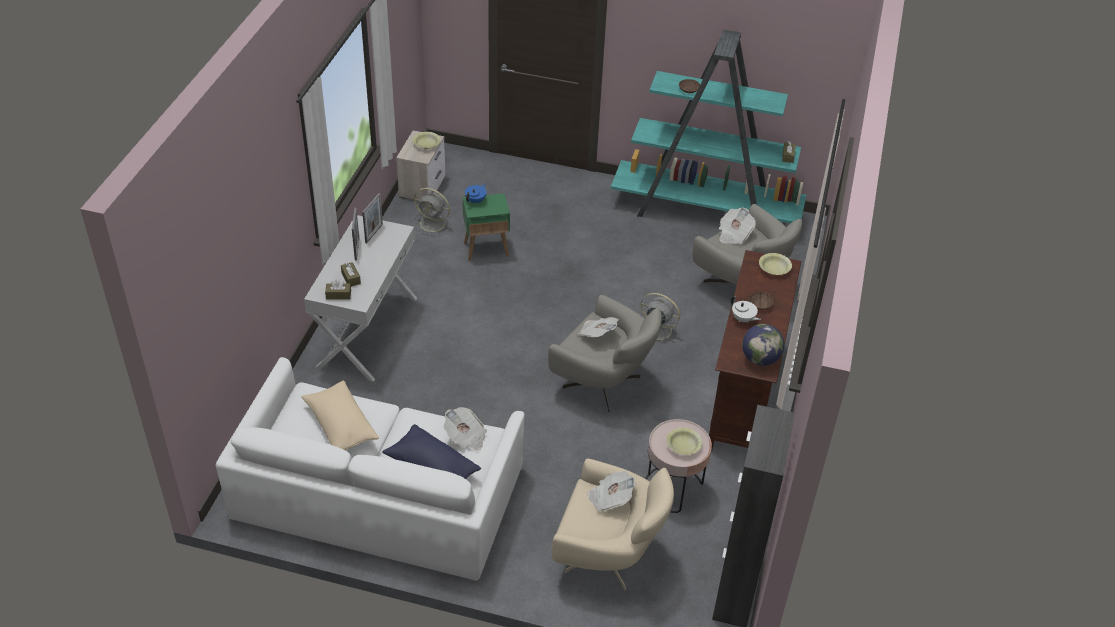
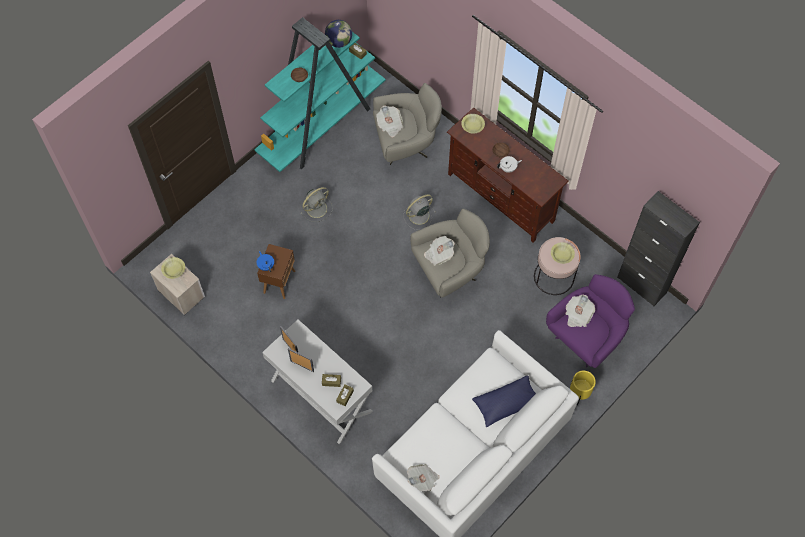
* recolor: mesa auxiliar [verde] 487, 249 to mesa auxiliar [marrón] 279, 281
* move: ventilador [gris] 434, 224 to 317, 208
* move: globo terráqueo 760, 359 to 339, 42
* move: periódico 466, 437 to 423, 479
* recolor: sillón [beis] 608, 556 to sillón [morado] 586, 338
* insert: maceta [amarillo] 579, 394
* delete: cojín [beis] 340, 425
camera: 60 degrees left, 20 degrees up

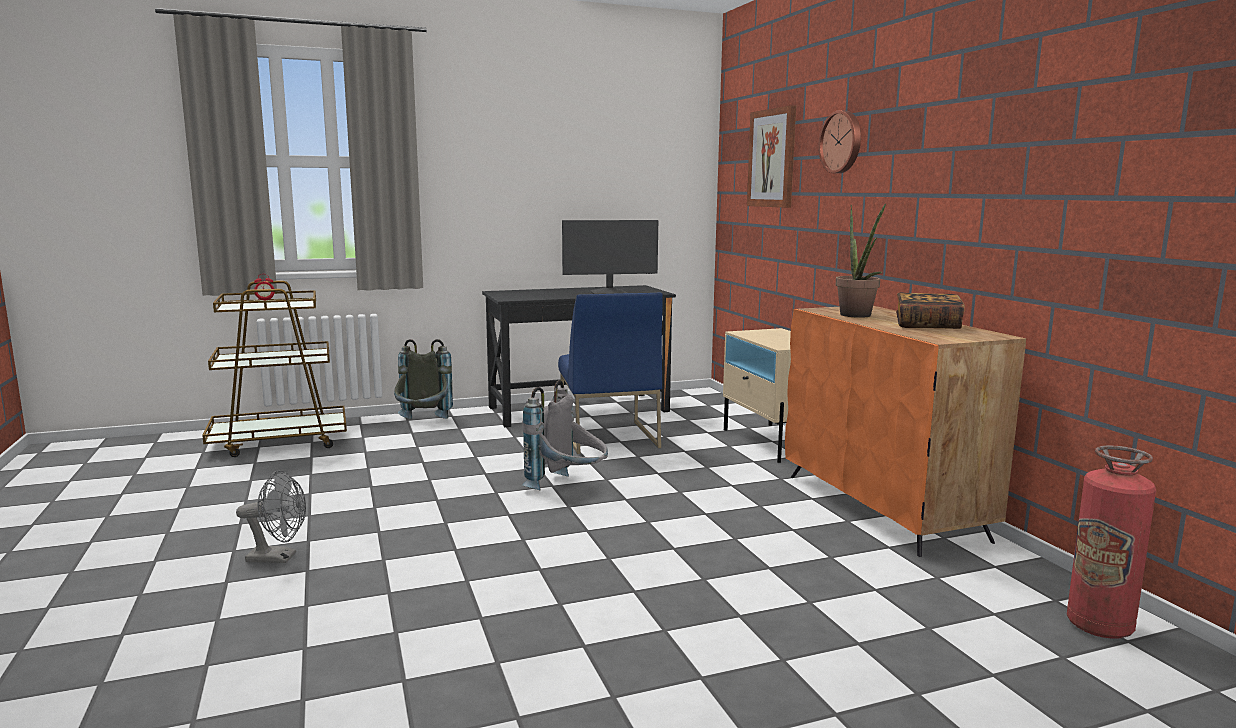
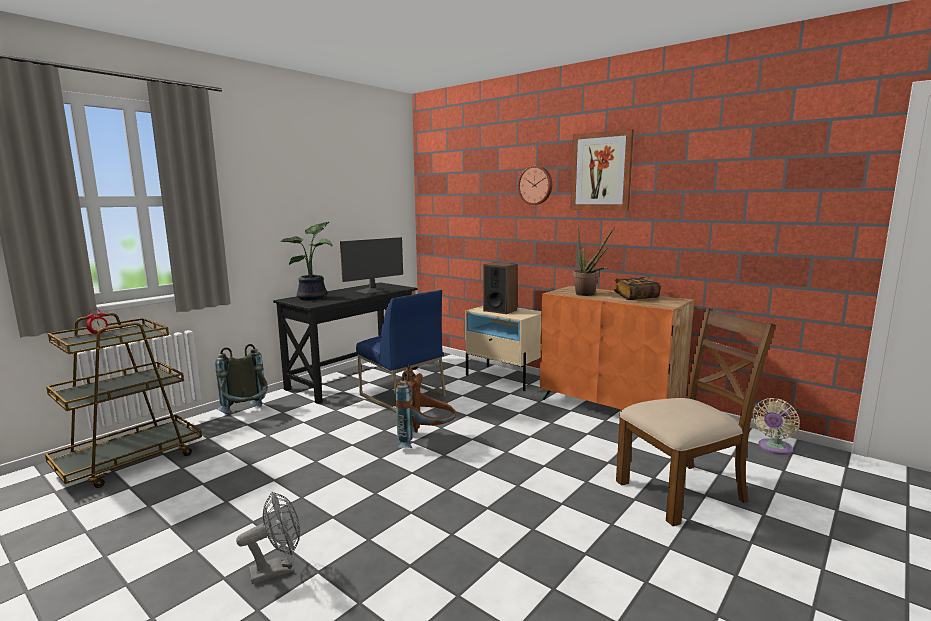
* insert: planta en maceta 314, 298
* recolor: mochila [gris] 568, 488 to mochila [marrón] 426, 441
* insert: altavoz 500, 310
* move: cuadro 772, 158 to 601, 171
* insert: silla [marrón] 682, 491
* replace: extintor 1099, 626 to ventilador [beis] 774, 448
camera: 30 degrees left, 0 degrees up

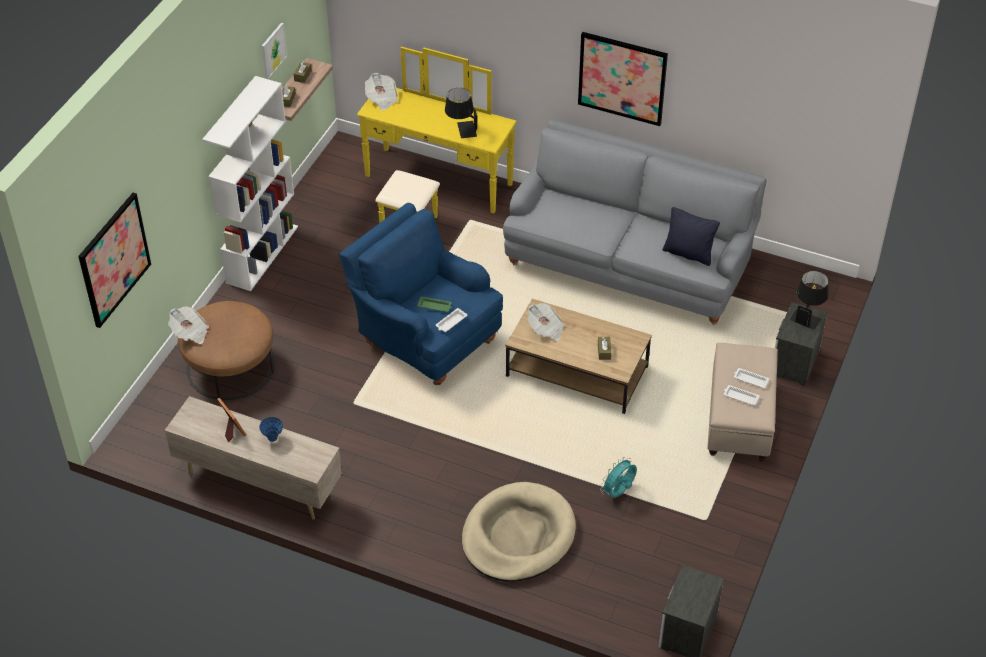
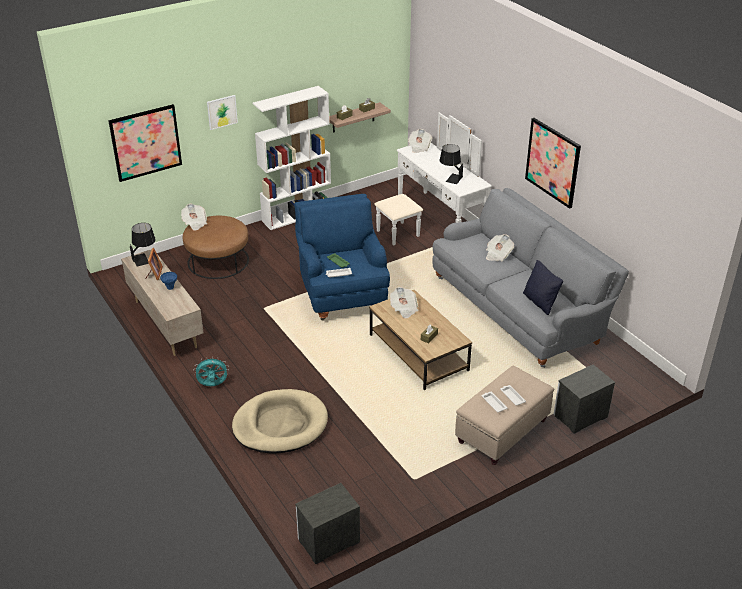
* move: lámpara de mesa [negro] 807, 315 to 145, 258
* move: ventilador [turquesa] 619, 493 to 212, 385
* move: cuadro 273, 50 to 222, 112
* recolor: cómoda [amarillo] 432, 190 to cómoda [blanco] 431, 222
* insert: periódico 498, 254
camera: 35 degrees right, 10 degrees down

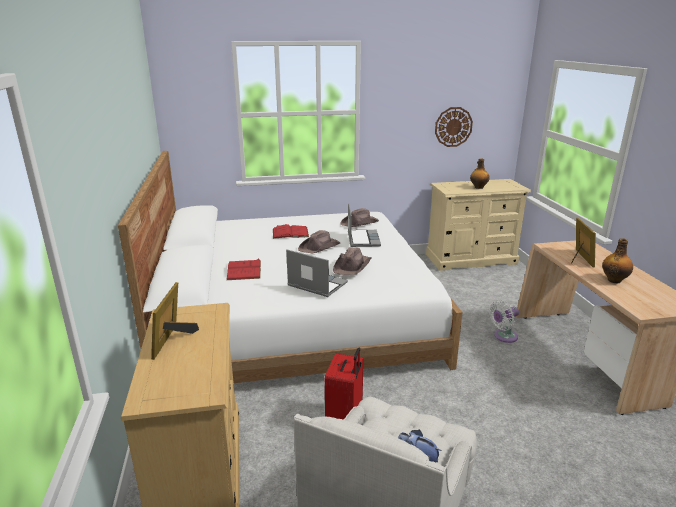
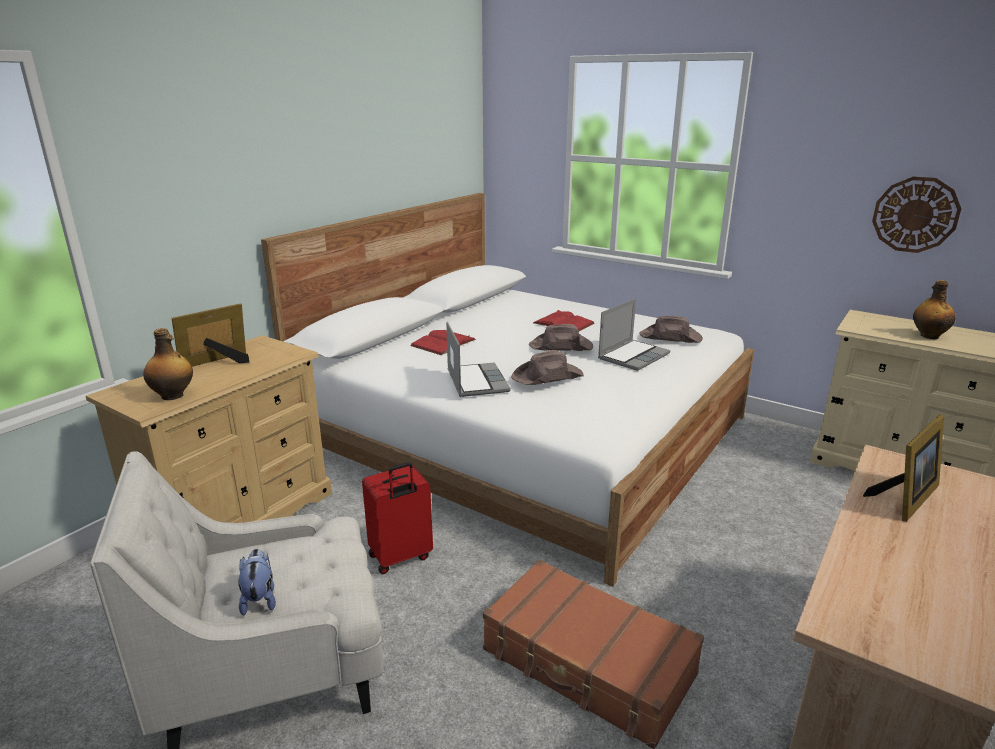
* move: botella 614, 280 to 173, 396
* insert: maleta [marrón] 587, 664
* delete: ventilador [blanco] 503, 337
camera: 45 degrees right, 0 degrees up

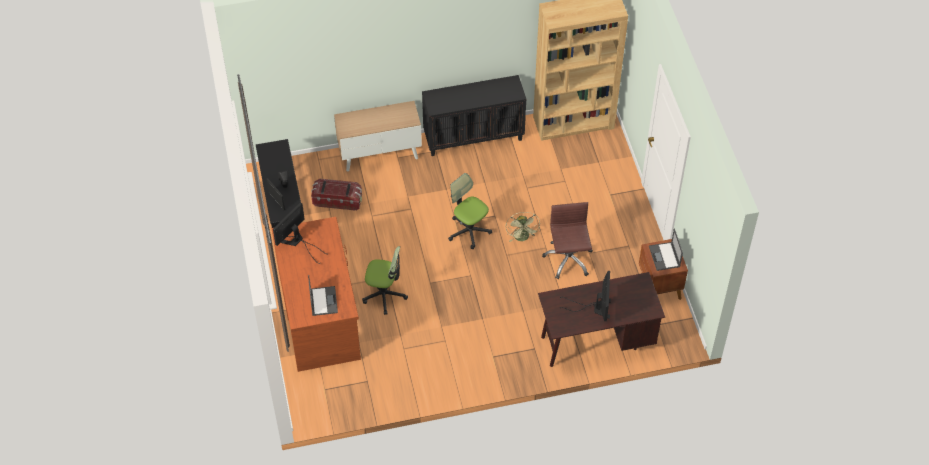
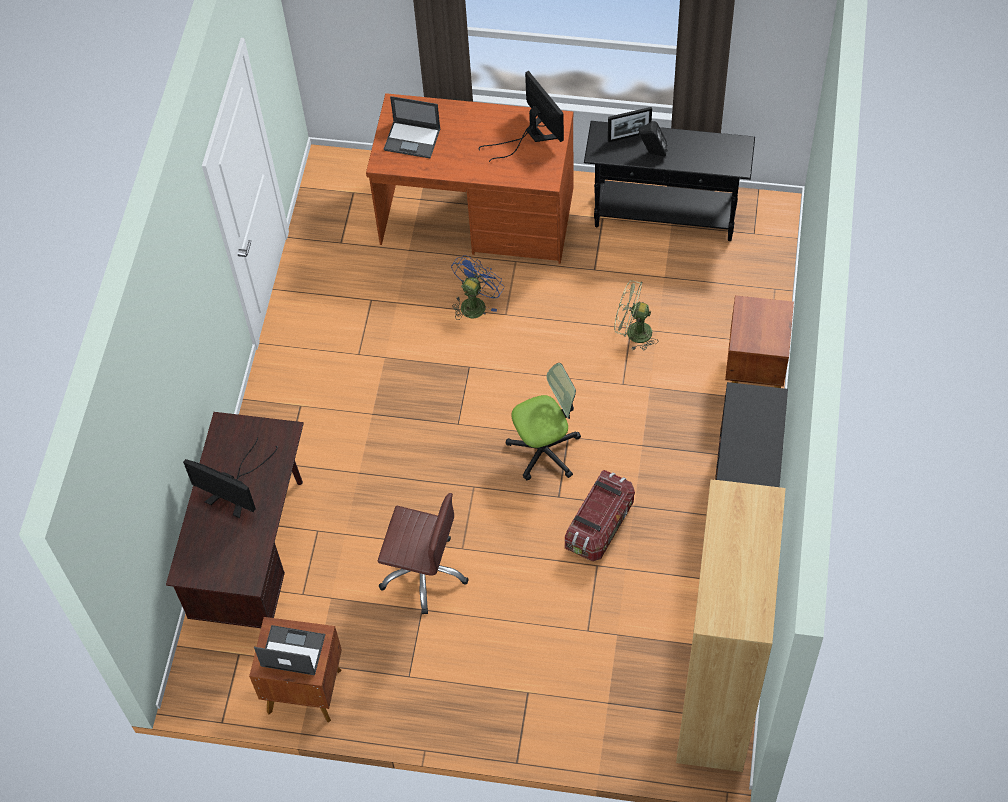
* replace: silla de oficina 384, 294 to ventilador [azul] 475, 303
* move: caja de almacenaje 337, 200 to 600, 525
* move: ventilador [verde] 522, 238 to 633, 332
* replace: armario 380, 153 to mesita de noche [marrón] 755, 374
camera: 115 degrees right, 5 degrees up

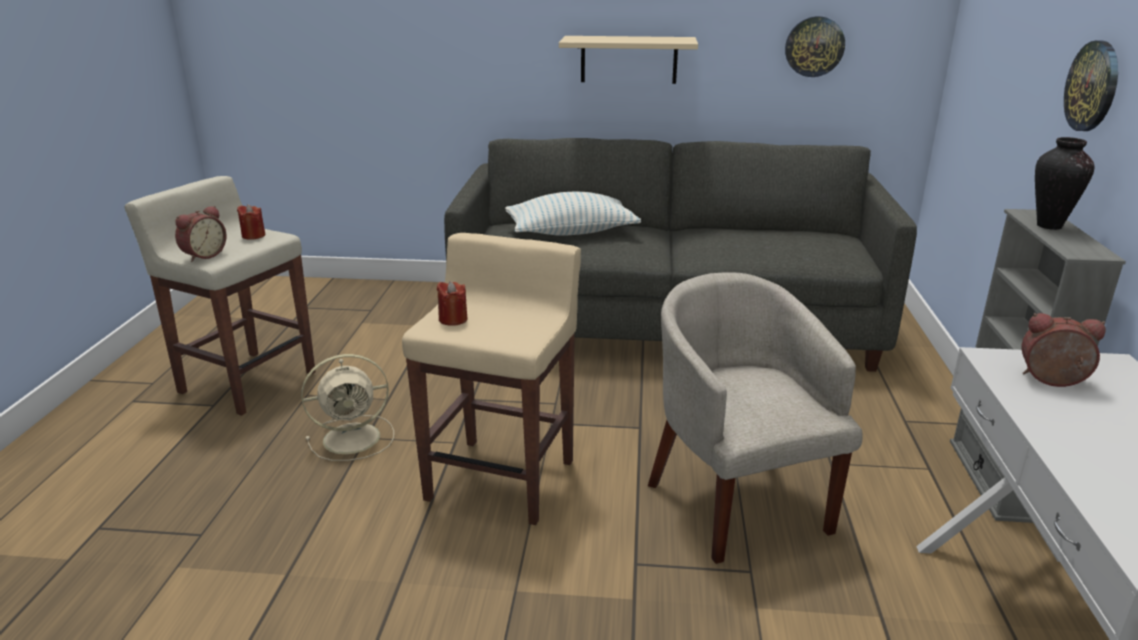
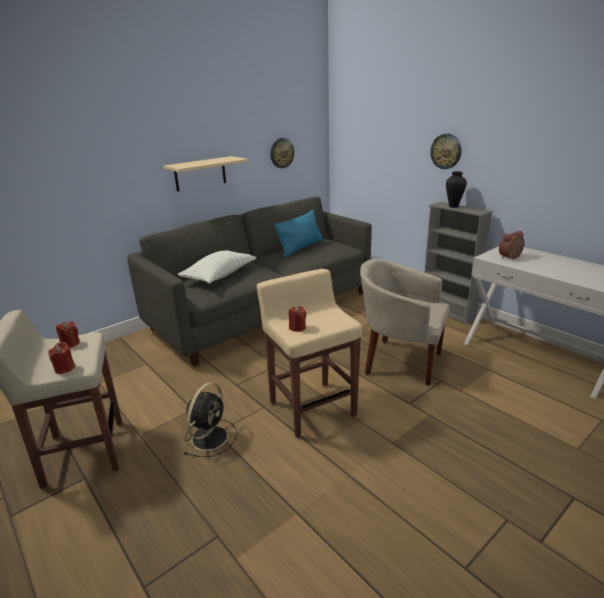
* replace: despertador 203, 255 to vela [rojo] 64, 368
* recolor: ventilador [beis] 354, 438 to ventilador [negro] 210, 436
* insert: cojín [azul] 301, 247
camera: 45 degrees left, 0 degrees up

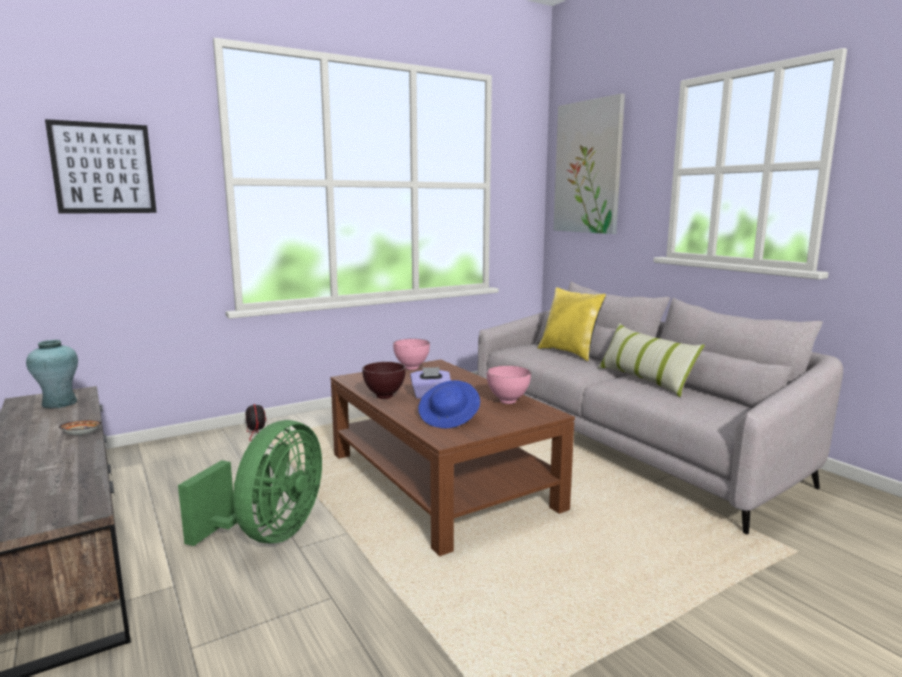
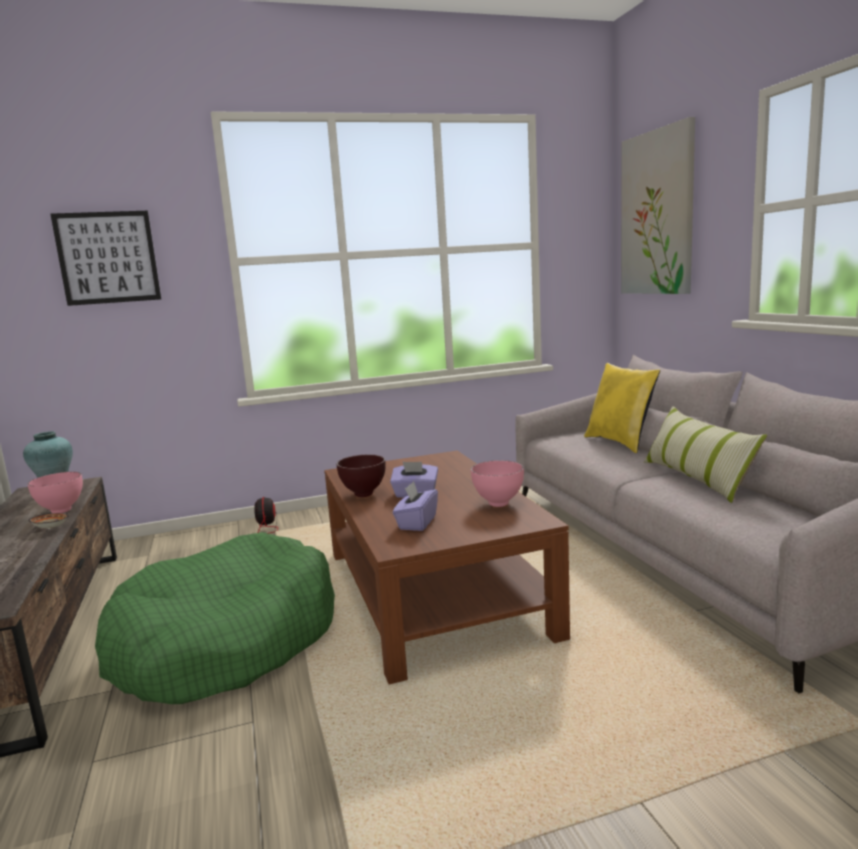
* move: cuenco [rosa] 411, 368 to 60, 511
* replace: ventilador [verde] 269, 534 to cama para perro [verde] 226, 641
* replace: sombrero [azul] 449, 418 to caja de pañuelos [morado] 417, 523
camera: 15 degrees right, 0 degrees up

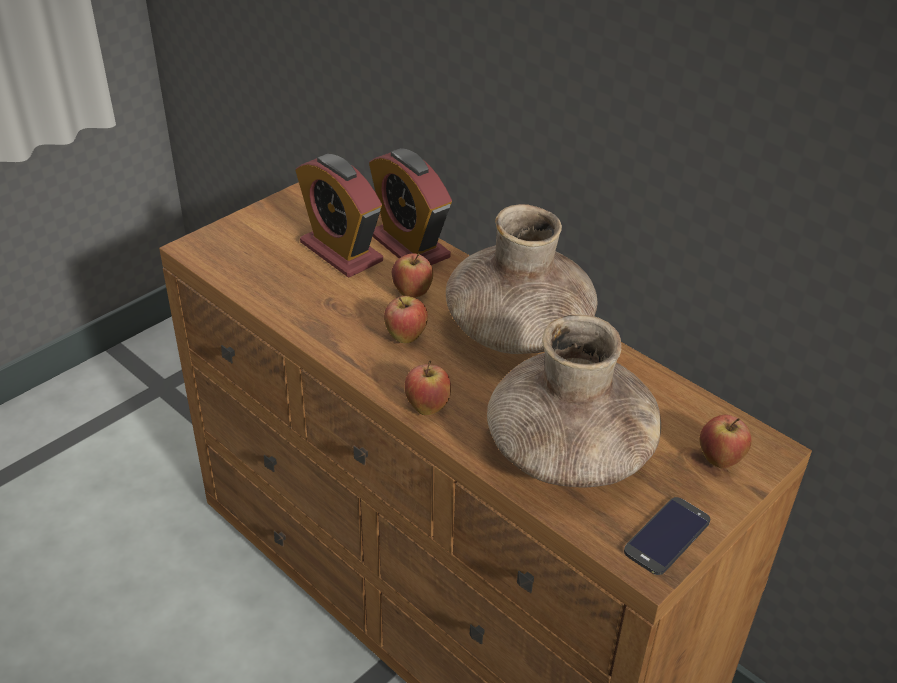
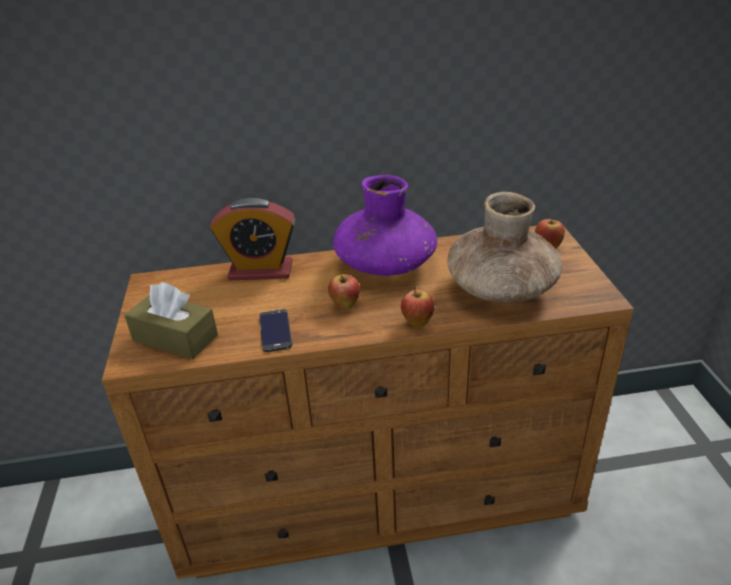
* insert: caja de pañuelos [marrón] 175, 338
* move: móvil 667, 536 to 275, 331
* recolor: florero [marrón] 518, 330 to florero [morado] 385, 264
* delete: despertador 341, 252
* delete: manzana 412, 294
camera: 50 degrees left, 5 degrees down

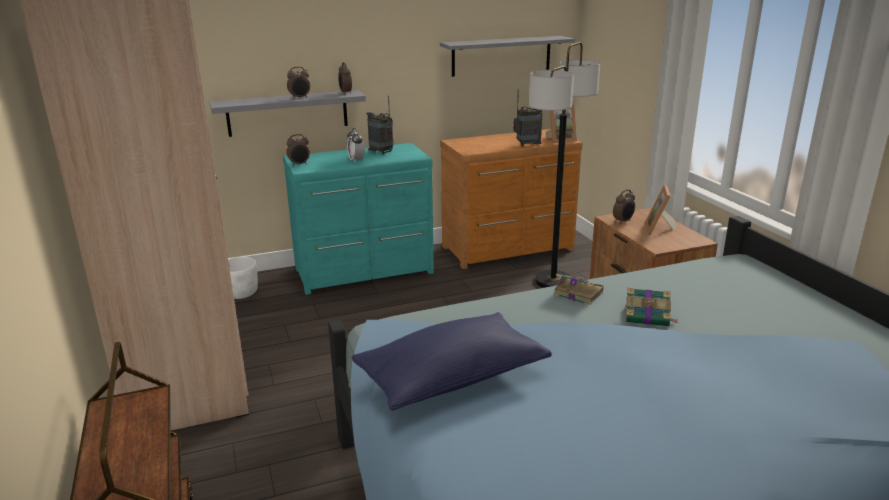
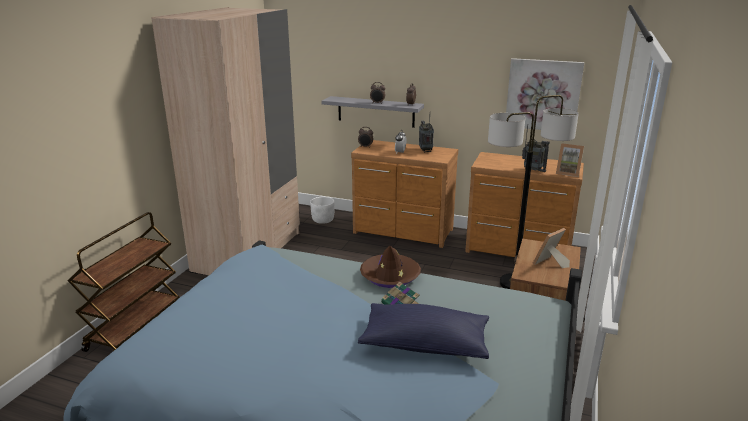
* recolor: cómoda [turquesa] 365, 272 to cómoda [marrón] 403, 232
* move: cojín [azul] 451, 378 to 425, 344
* replace: libro 577, 293 to sombrero [marrón] 390, 276
* replace: estante [gris] 501, 56 to cuadro 543, 95
* delete: despertador 623, 221
camera: 40 degrees right, 0 degrees up

